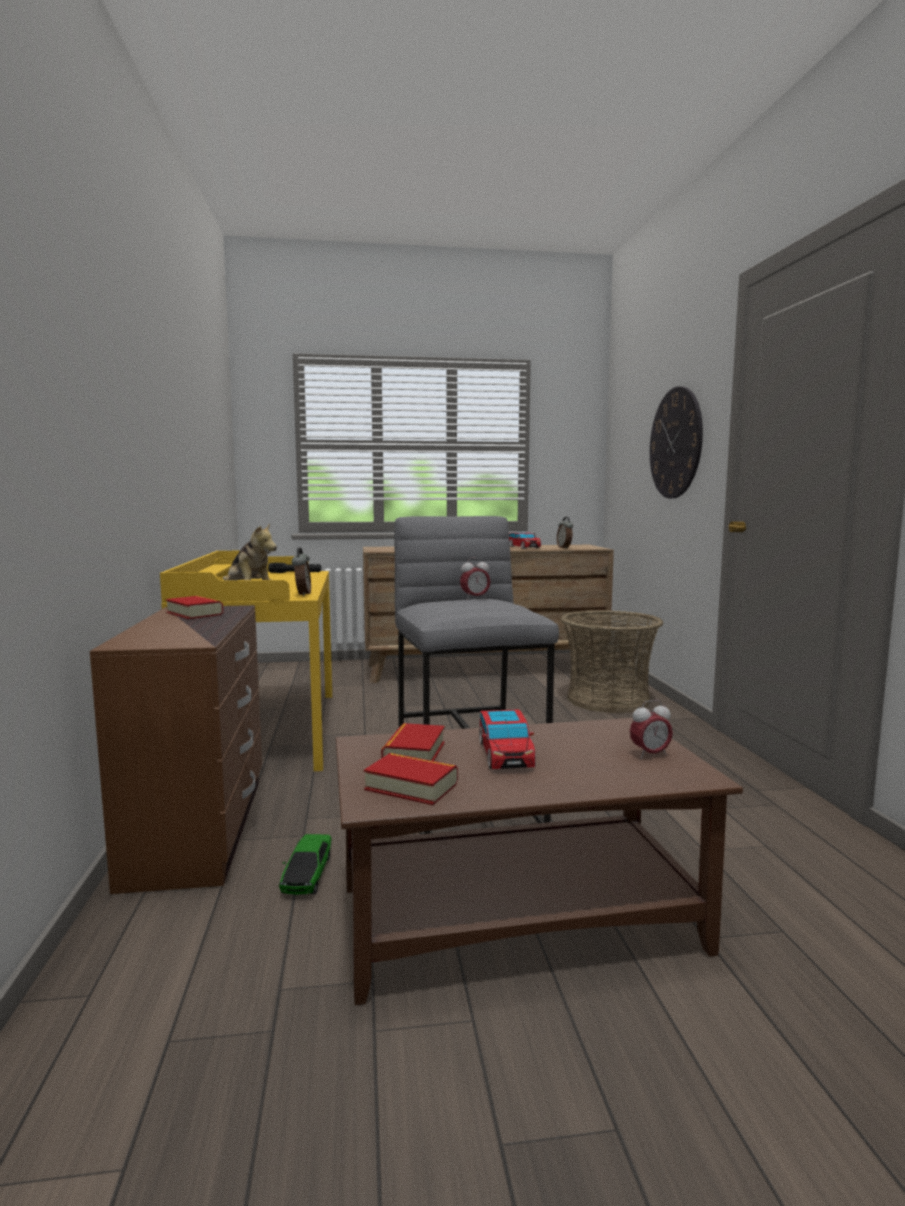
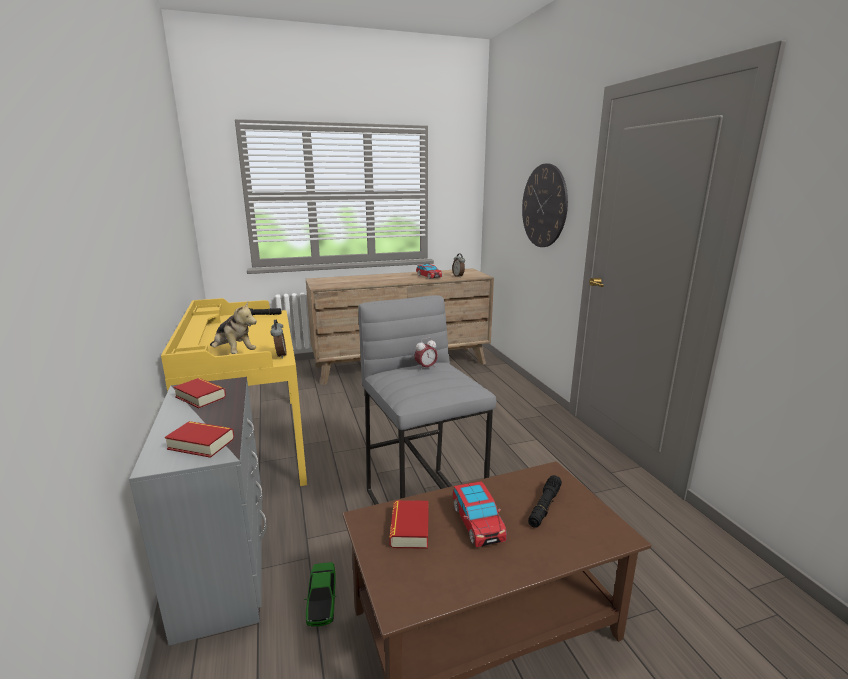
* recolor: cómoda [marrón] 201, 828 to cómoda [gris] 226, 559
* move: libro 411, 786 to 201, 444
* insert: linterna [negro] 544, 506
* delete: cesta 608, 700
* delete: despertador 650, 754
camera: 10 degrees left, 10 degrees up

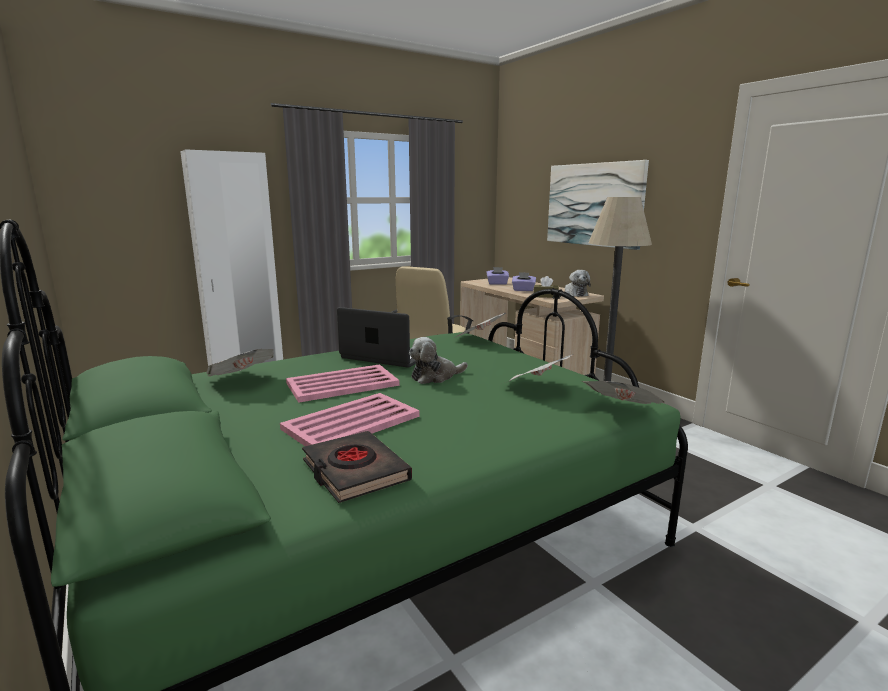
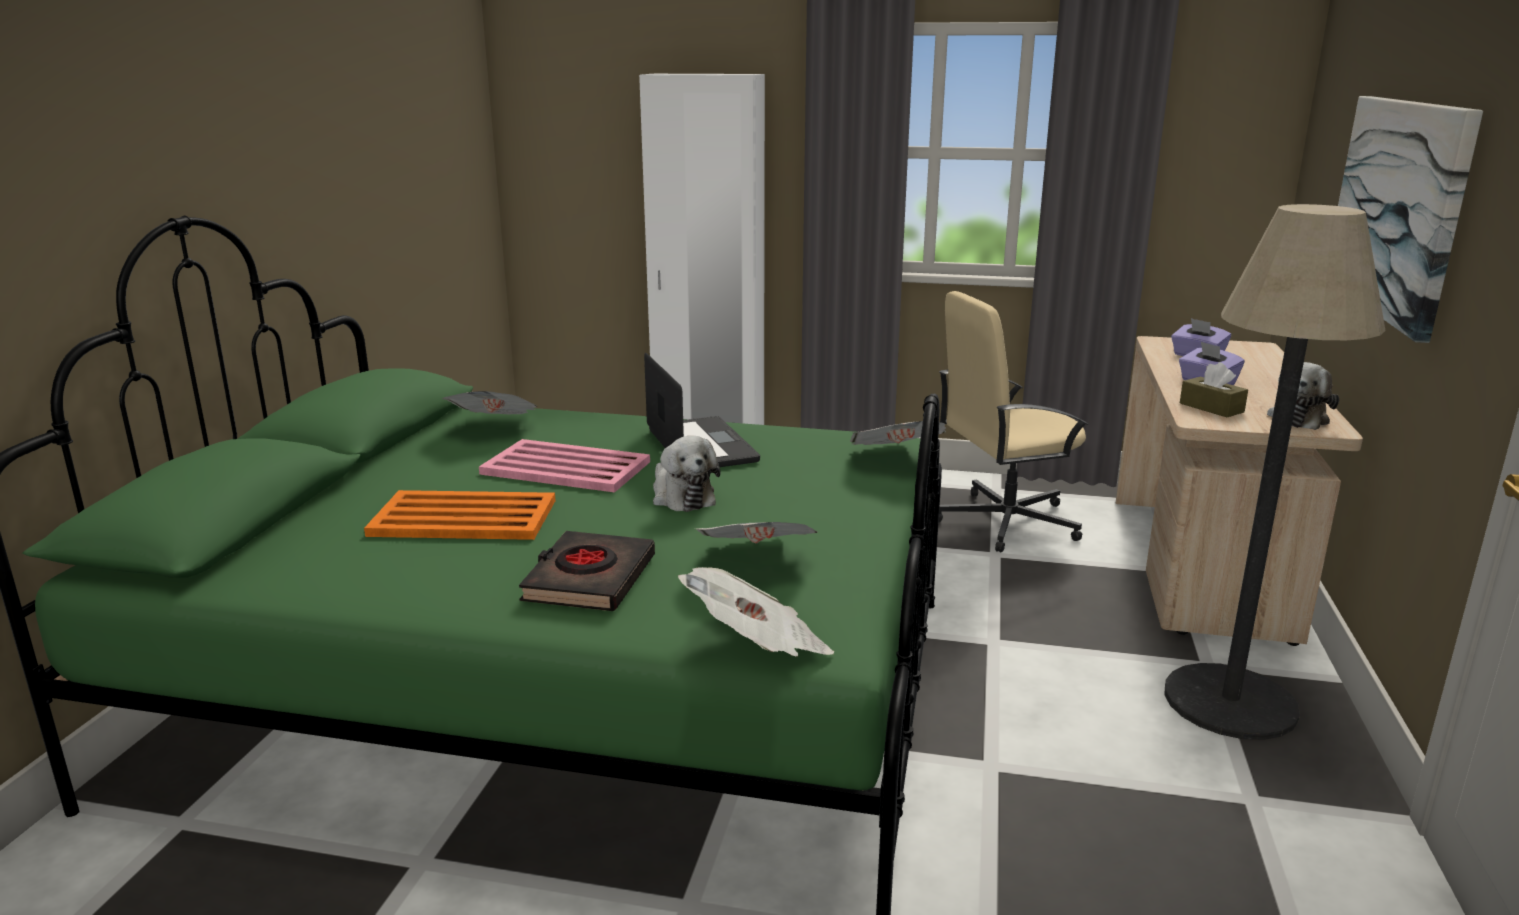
* recolor: bandeja [rosa] 350, 423 to bandeja [naranja] 462, 517
* move: libro [negro] 355, 471 to 589, 579
* rotate: peluche 435, 377 = 681, 496 135 degrees counterclockwise
camera: 45 degrees right, 5 degrees up

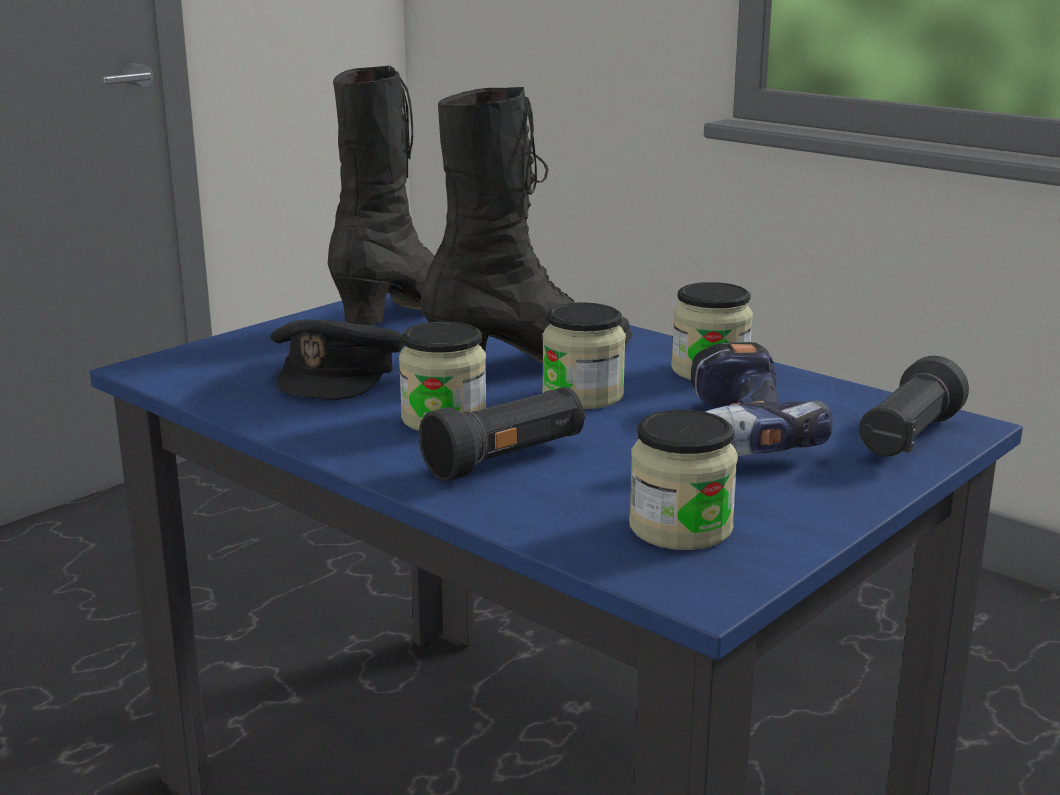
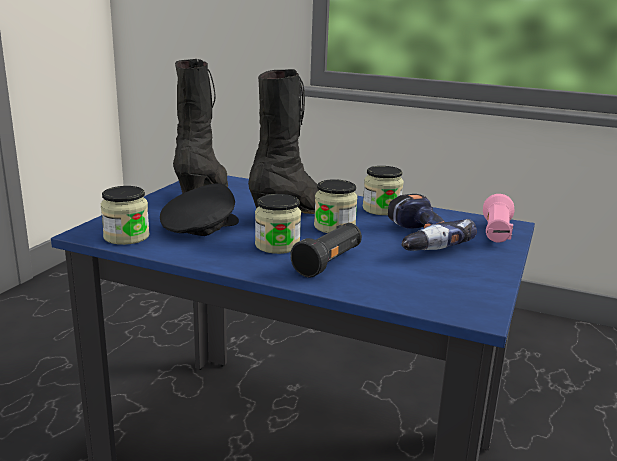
* move: tarro 680, 528 to 126, 237
* rotate: gorra [negro] 339, 374 = 199, 227 135 degrees counterclockwise
* recolor: linterna [negro] 907, 439 to linterna [rosa] 496, 233
camera: 20 degrees left, 0 degrees up

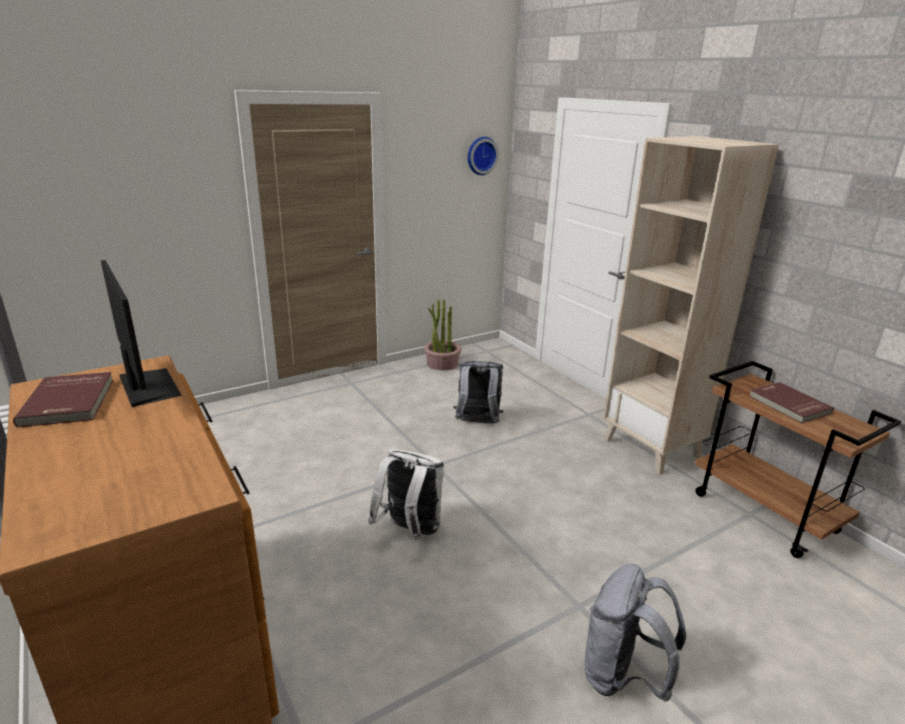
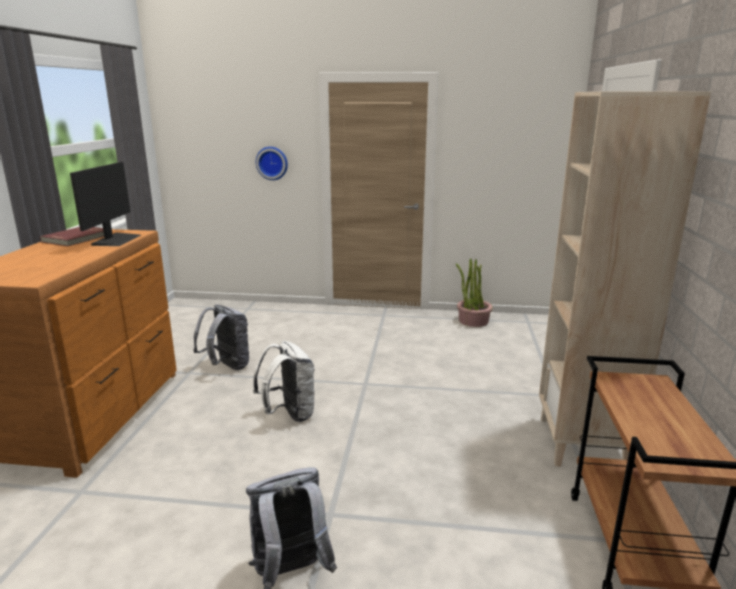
* move: mochila [gris] 477, 424 to 227, 366
* move: reloj de pared 481, 155 to 272, 163
* delete: libro [rojo] 788, 405
camera: 40 degrees right, 5 degrees down

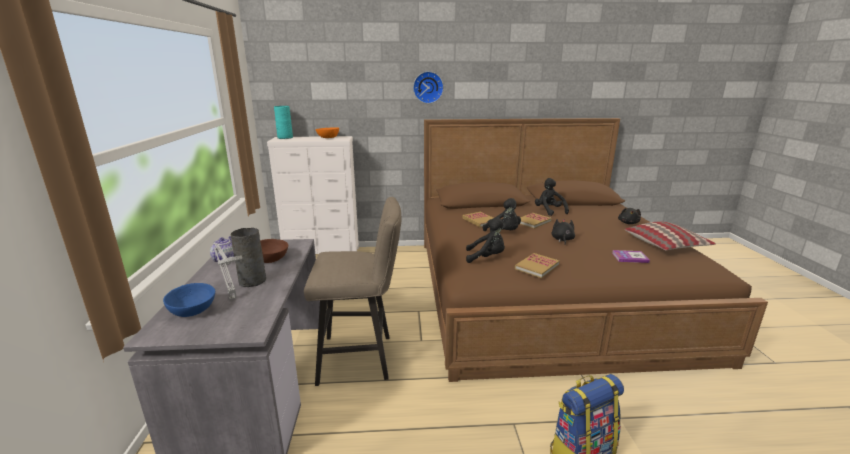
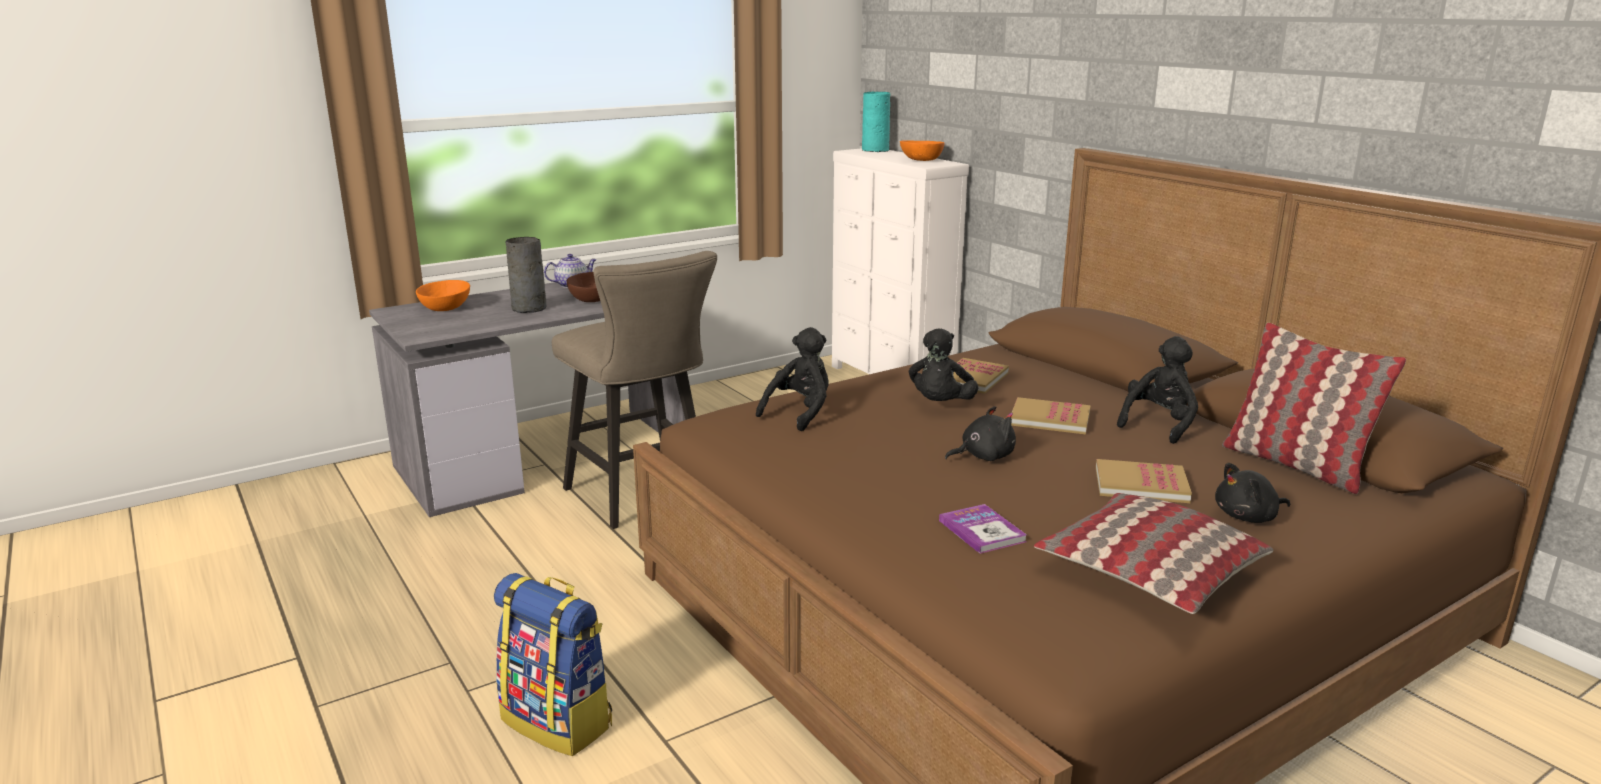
* recolor: cuenco [azul] 192, 311 to cuenco [naranja] 445, 308
* rotate: peluche [negro] 486, 257 = 800, 413 120 degrees counterclockwise
* move: libro 537, 267 to 1141, 485
* insert: cojín 1295, 465
* delete: lámpara de mesa [gris] 232, 297
* delete: reloj de pared 428, 87
camera: 60 degrees right, 0 degrees up

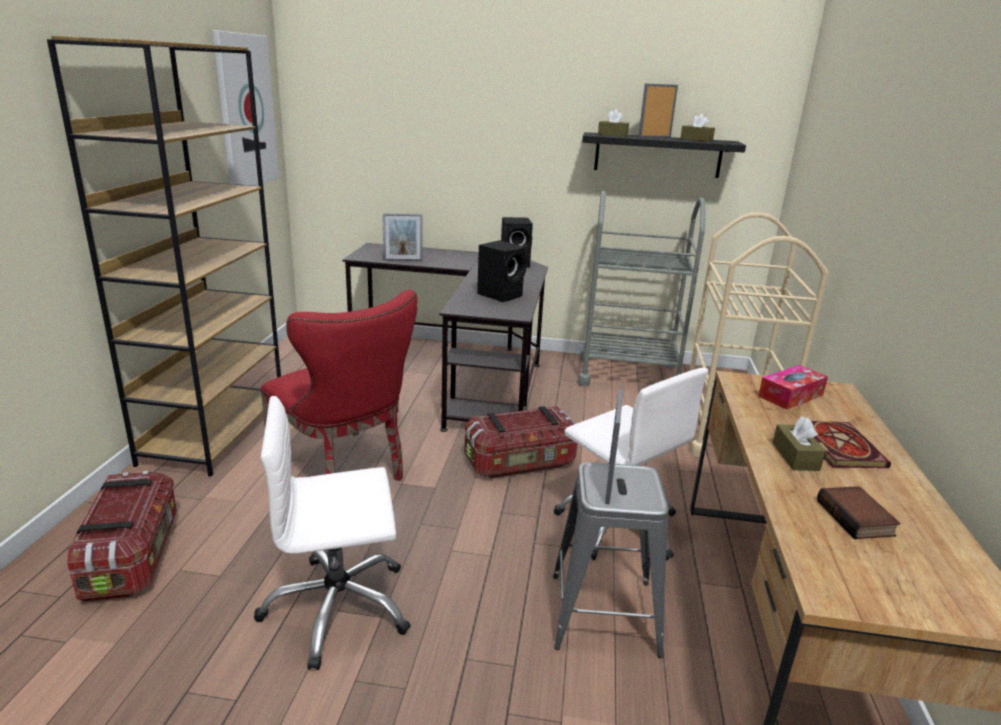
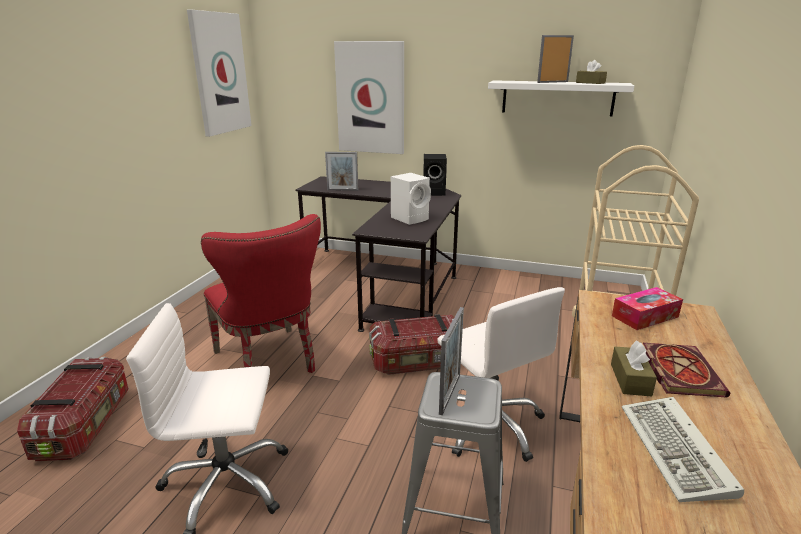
* insert: cuadro 370, 98
* recolor: altavoz [negro] 501, 295 to altavoz [blanco] 411, 218
* recolor: estante [negro] 657, 155 to estante [blanco] 557, 98
* replace: libro 857, 518 to teclado 677, 453
* delete: estantería [marrón] 215, 431
* delete: carrito [gris] 628, 375
* delete: caja de pañuelos [marrón] 612, 135
camera: 10 degrees right, 0 degrees up

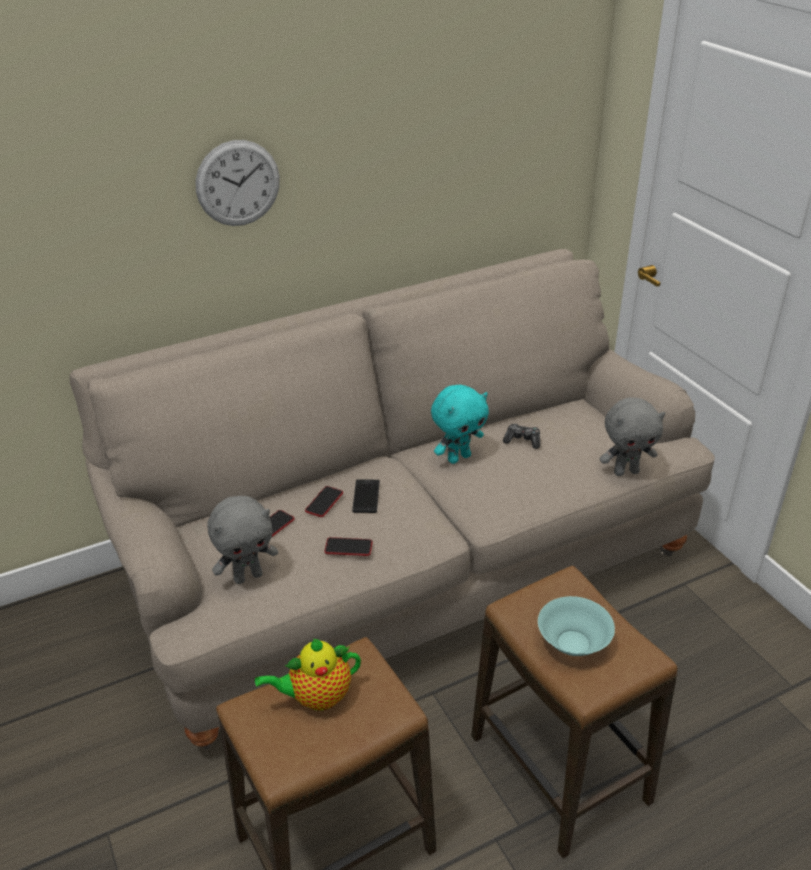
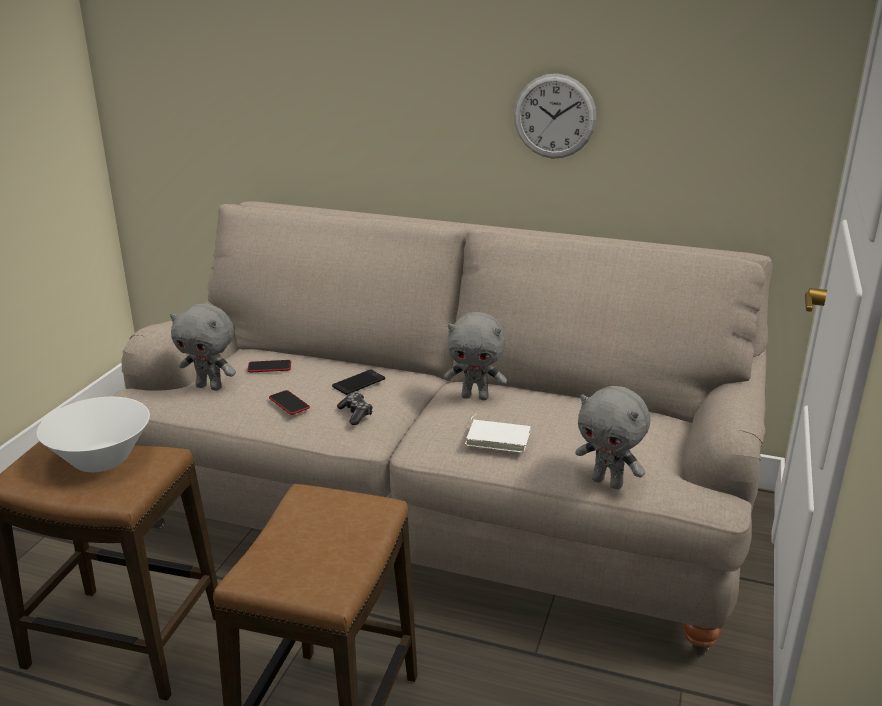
* replace: tetera 316, 697 to cuenco [blanco] 102, 460
* move: mando de consola 522, 440 to 356, 414
* recolor: peluche [turquesa] 458, 457 to peluche [gris] 475, 397
* insert: libro [blanco] 498, 438
* move: reloj de pared 238, 183 to 554, 116
* delete: móvil 324, 502
* delete: cuenco [turquesa] 574, 643
camera: 45 degrees right, 10 degrees down

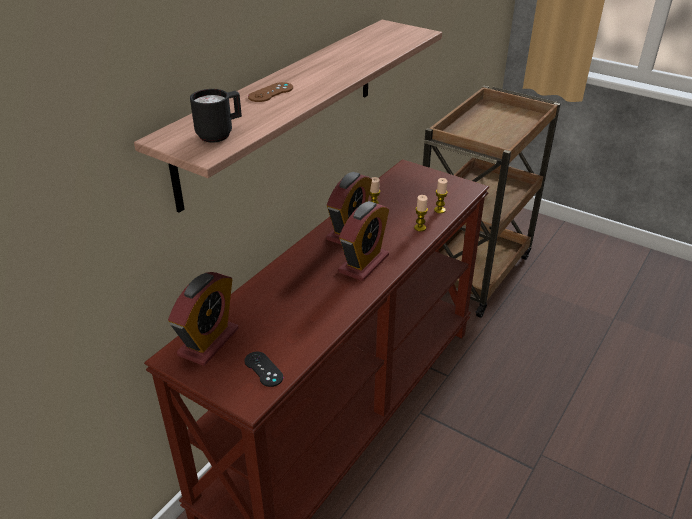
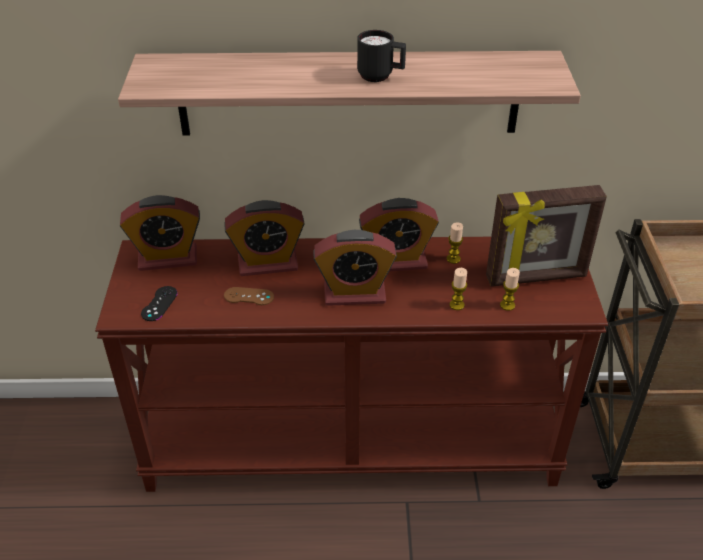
* insert: despertador 268, 263
* move: mando de consola [marrón] 271, 92 to 249, 296
* move: taza grande [negro] 220, 134 to 380, 76
* insert: portarretratos 536, 278
camera: 55 degrees right, 5 degrees up

